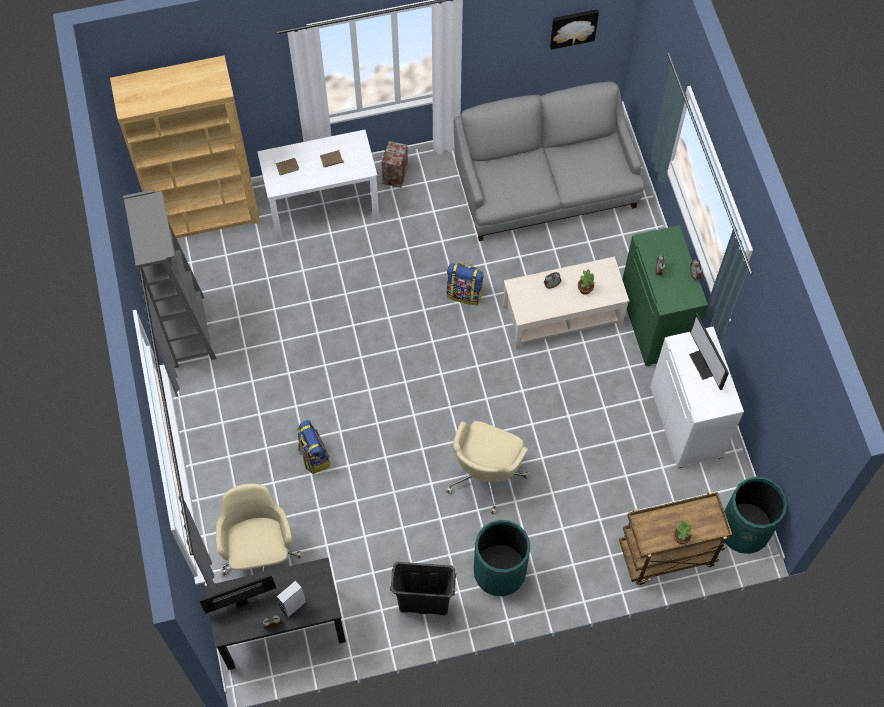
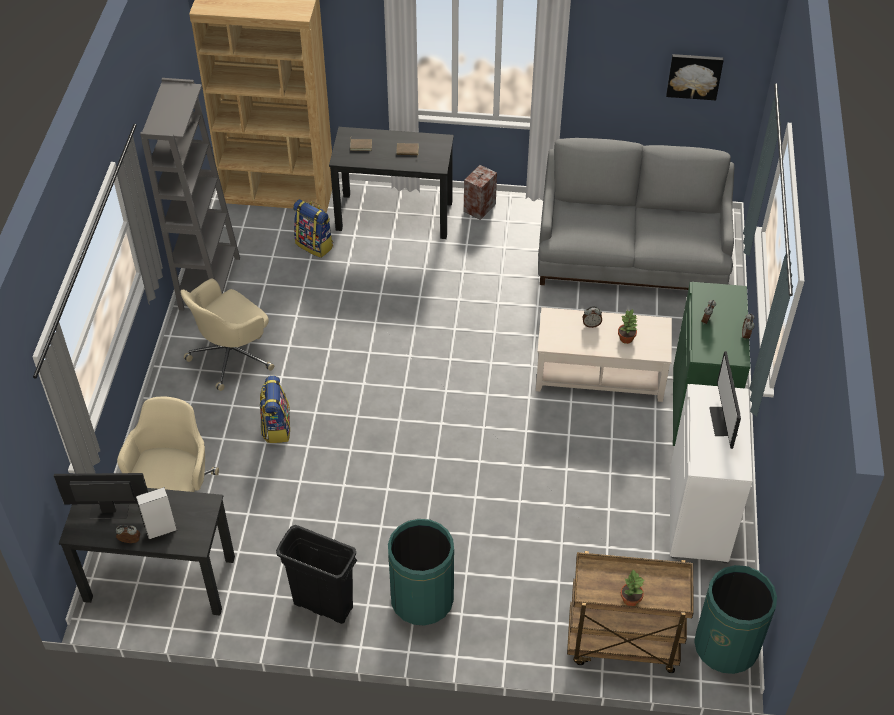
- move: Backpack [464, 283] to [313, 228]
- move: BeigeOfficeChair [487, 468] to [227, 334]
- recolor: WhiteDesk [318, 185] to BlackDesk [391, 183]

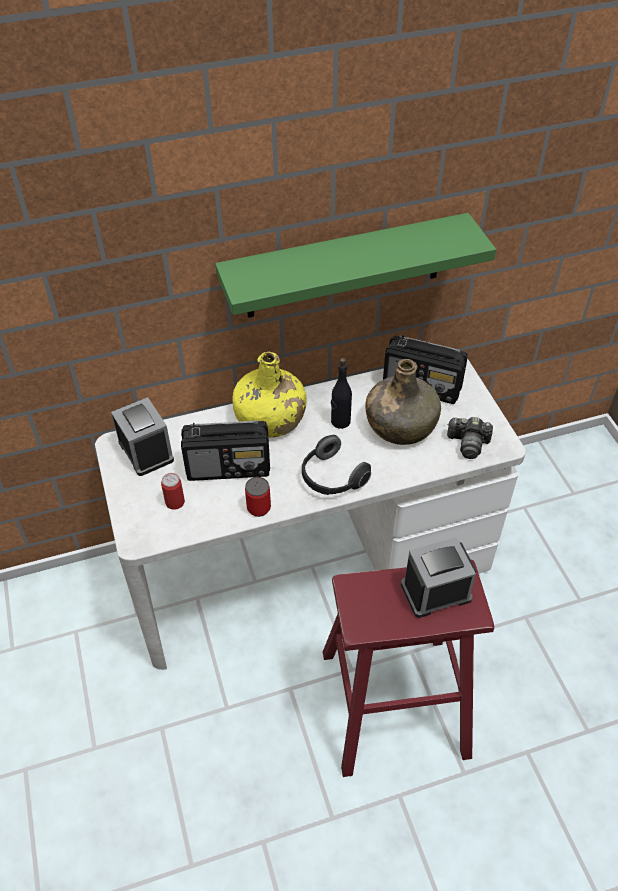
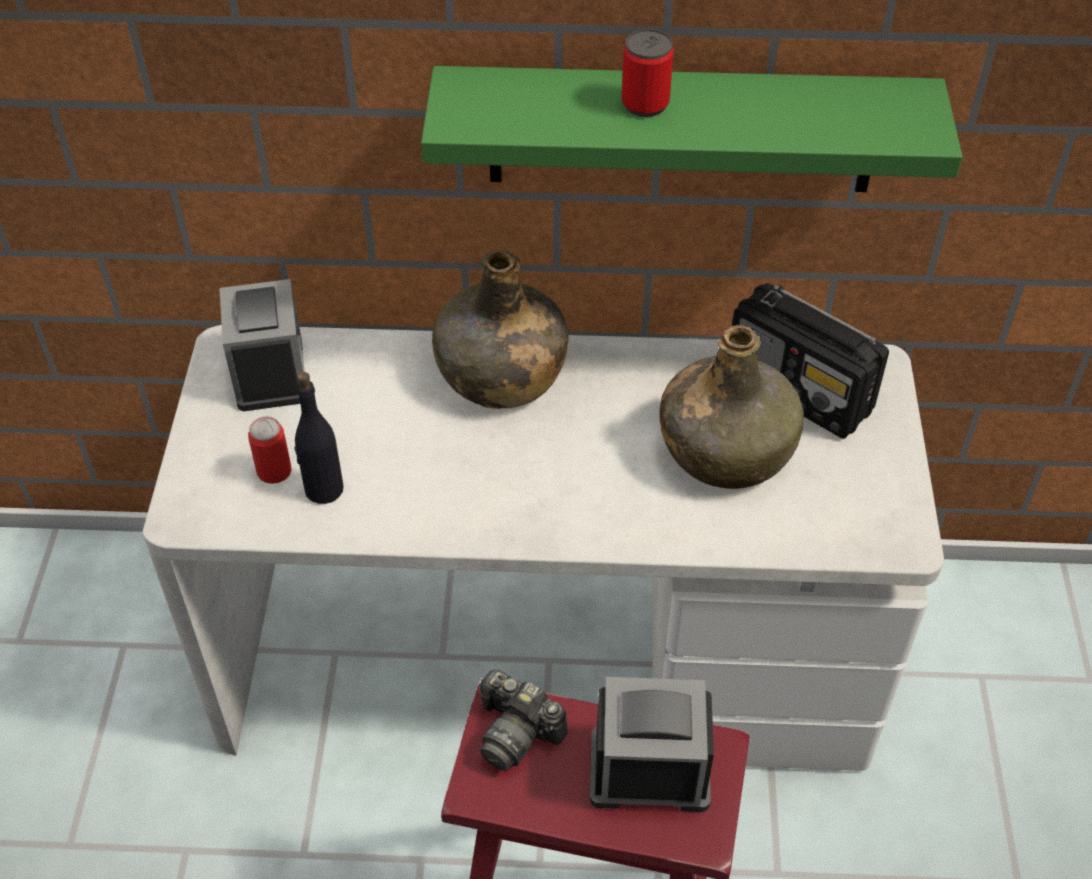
- delete: Radio [225, 450]
- delete: Headphones [336, 465]
- move: Can [258, 497] to [648, 73]
- move: BlackBottle [341, 393] to [319, 438]
- move: PhotoCamera [470, 438] to [523, 720]
- recolor: YellowBottle [269, 395] to GreenBottle [500, 329]

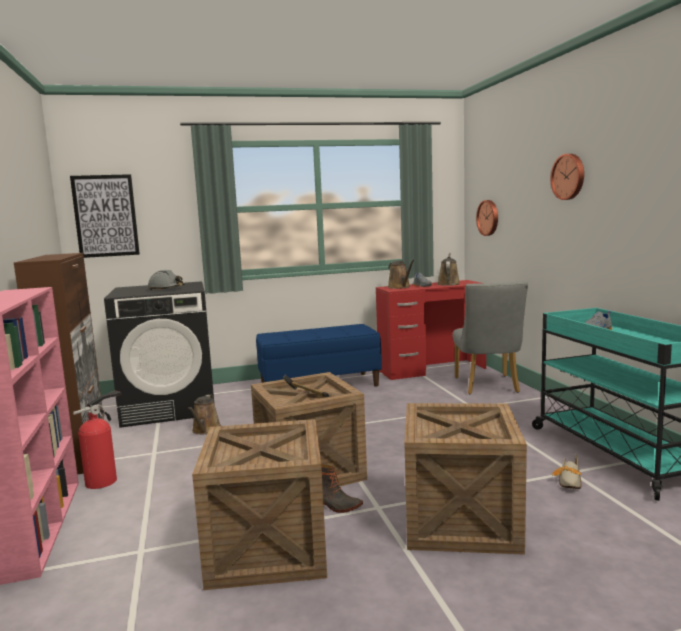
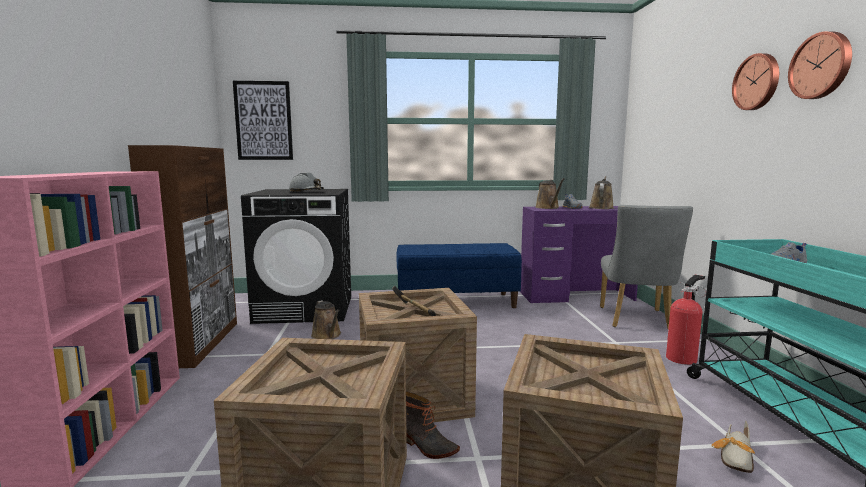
- move: FireExtinguisher [97, 440] to [686, 320]
- move: WallClock [487, 218] to [820, 65]
- recolor: RedDesk [431, 330] to PurpleDesk [579, 254]
- rotate: BrownWateringCan [204, 414] = [326, 319] 45 degrees counterclockwise

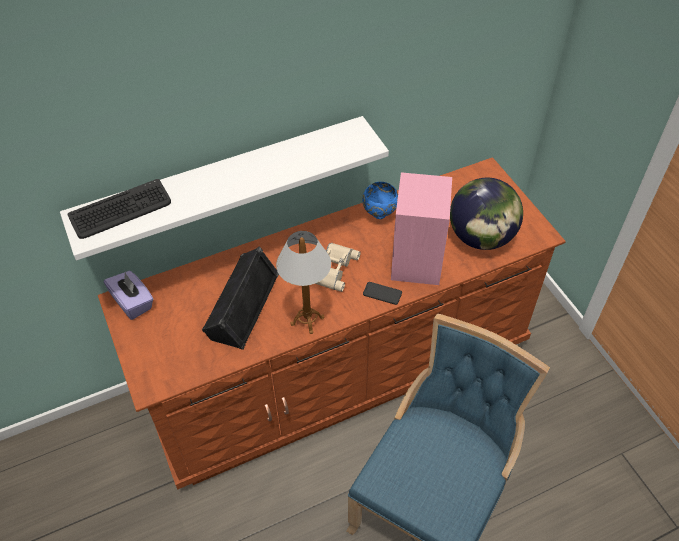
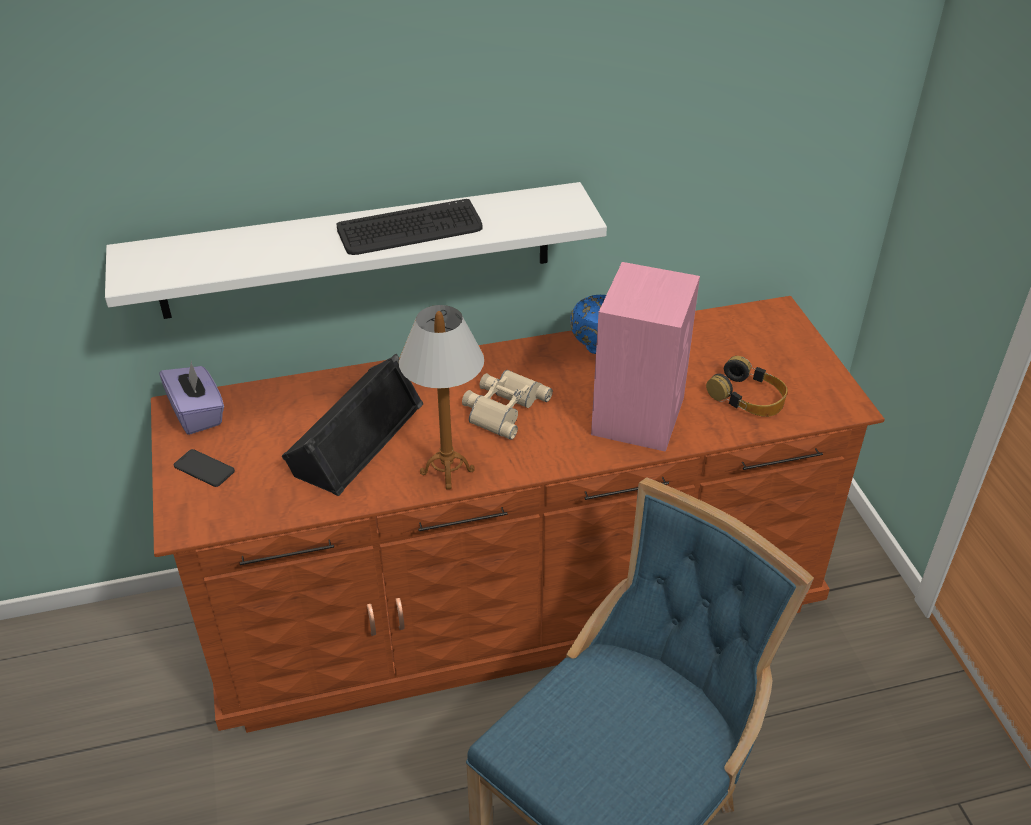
- move: Keyboard [119, 209] to [410, 227]
- move: Phone [382, 293] to [204, 468]
- replace: Globe [486, 214] to Headphones [747, 386]

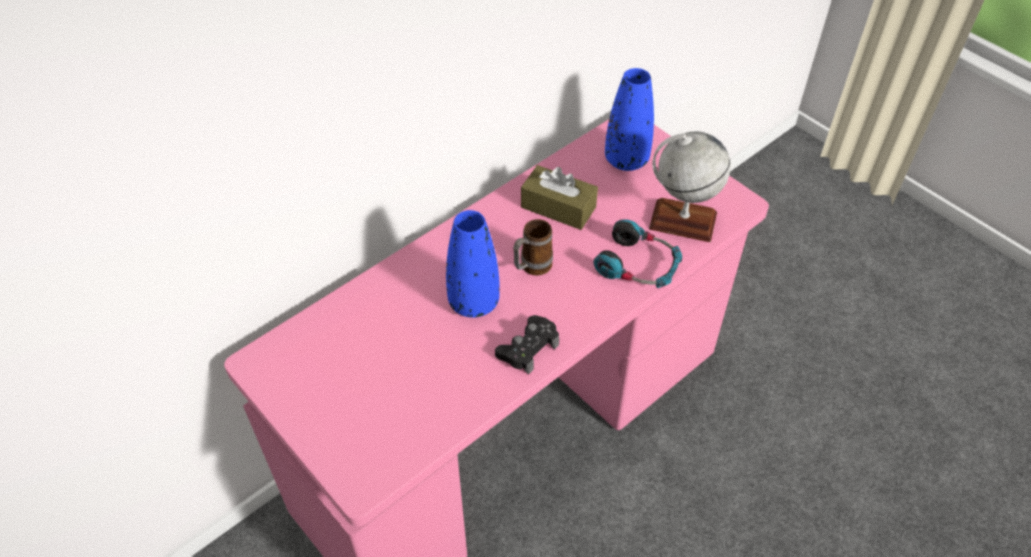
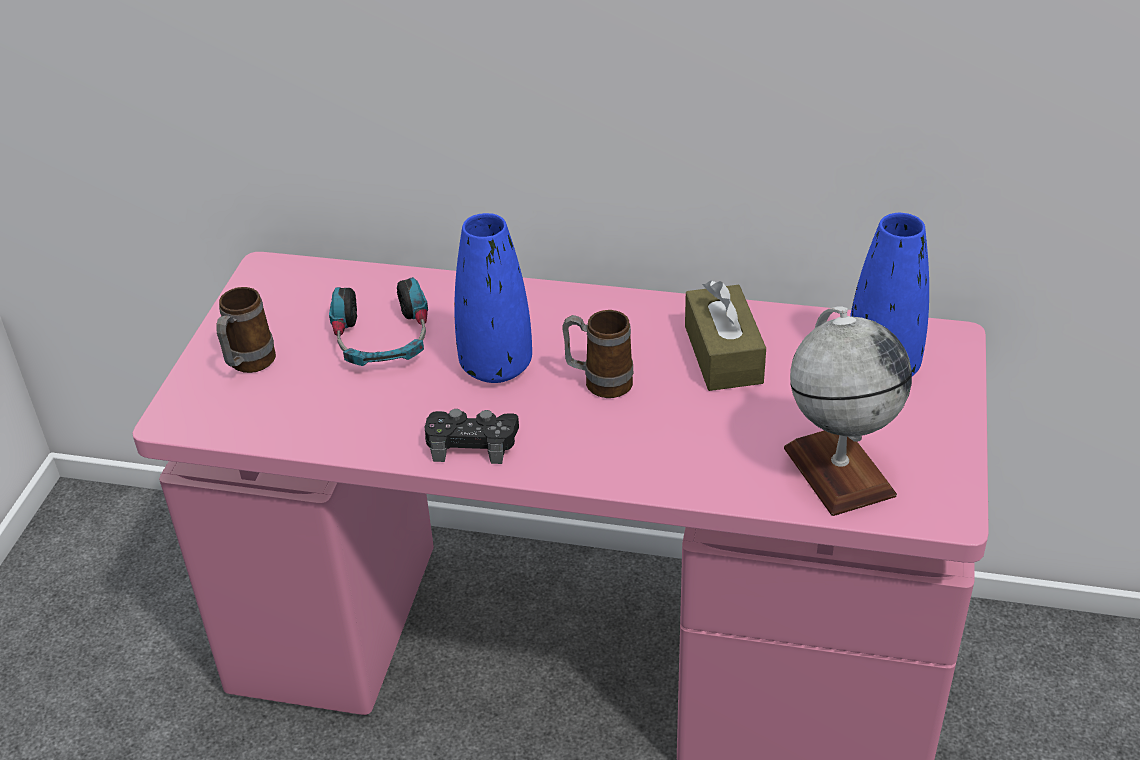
- insert: Mug [246, 330]
- move: Headphones [637, 253] to [378, 321]

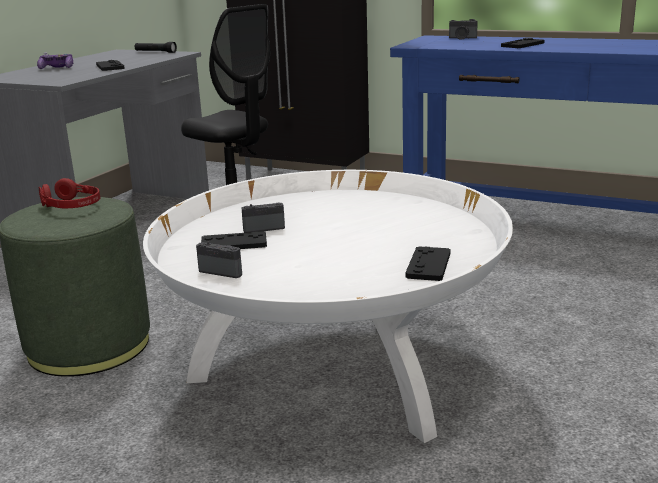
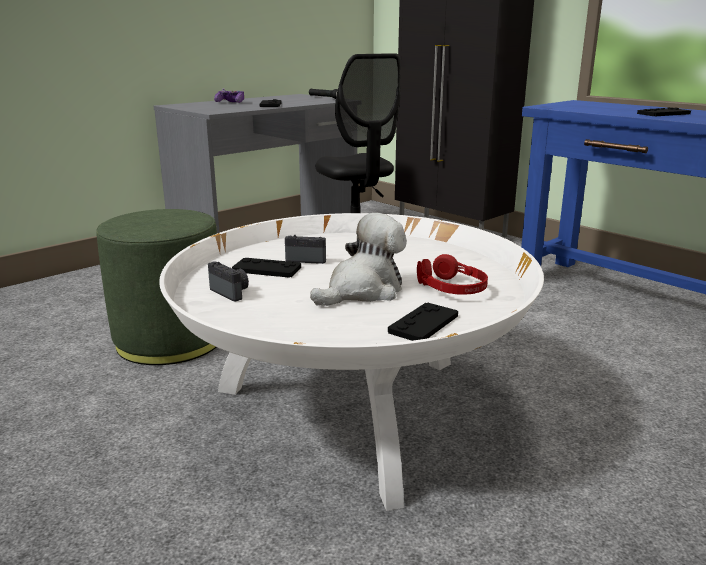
- delete: PhotoCamera [463, 29]
- insert: PlushToy [358, 259]
- move: RedHeadphones [69, 193] to [452, 274]

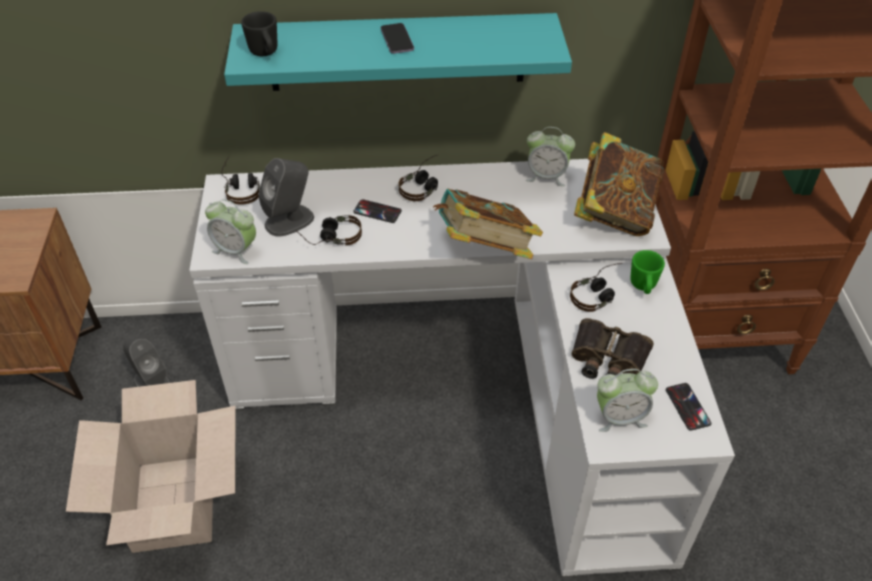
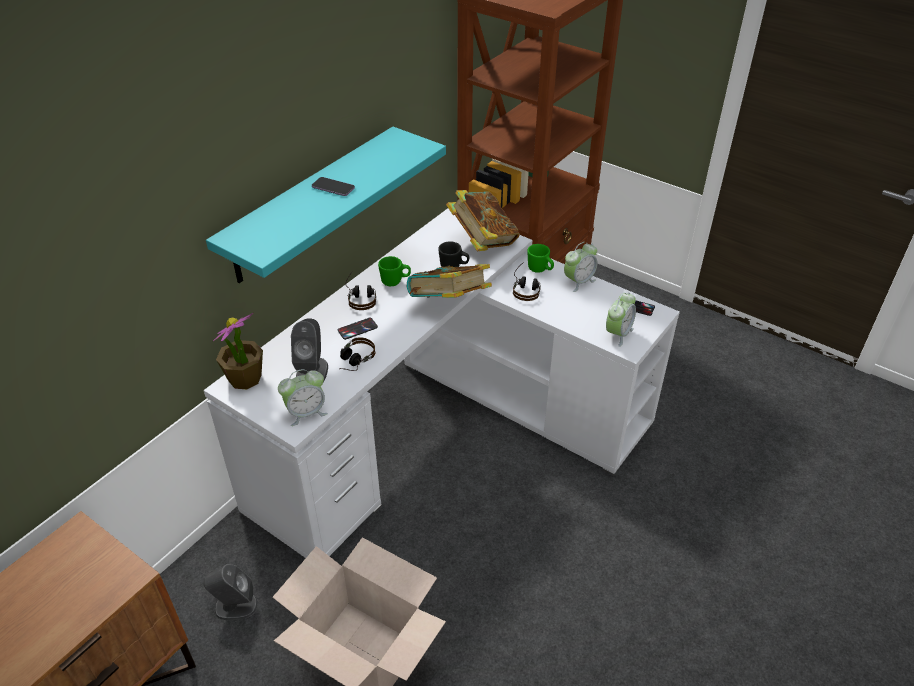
- delete: Binoculars [612, 348]
- insert: GreenMug [394, 271]
- move: BlackMug [259, 33] to [453, 254]
- move: AlarmClock [550, 156] to [581, 267]
- replace: Headphones [240, 180] to PottedPlant [238, 351]

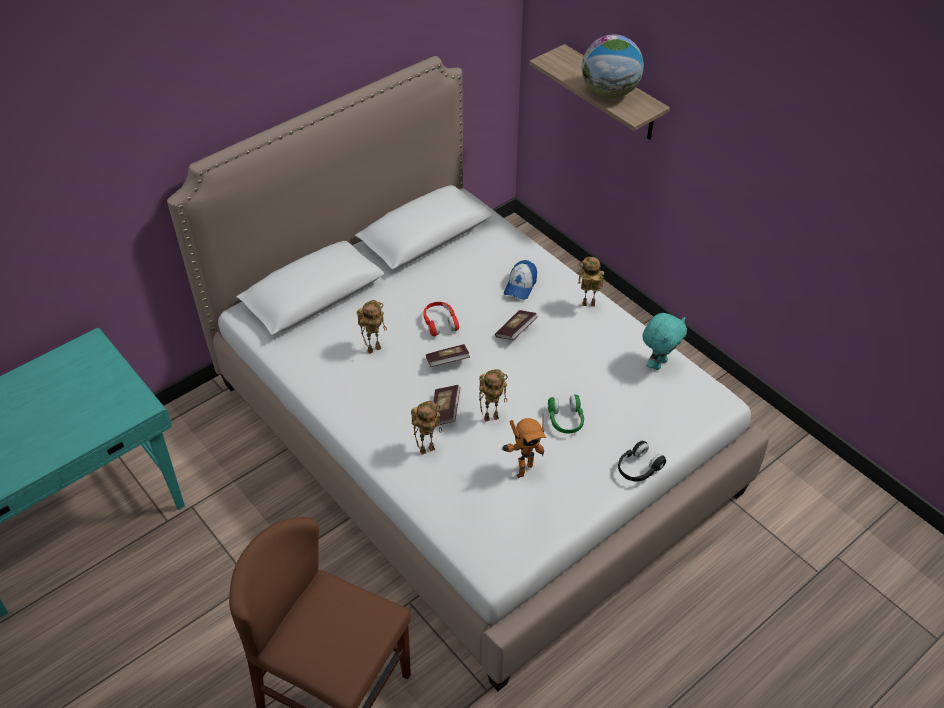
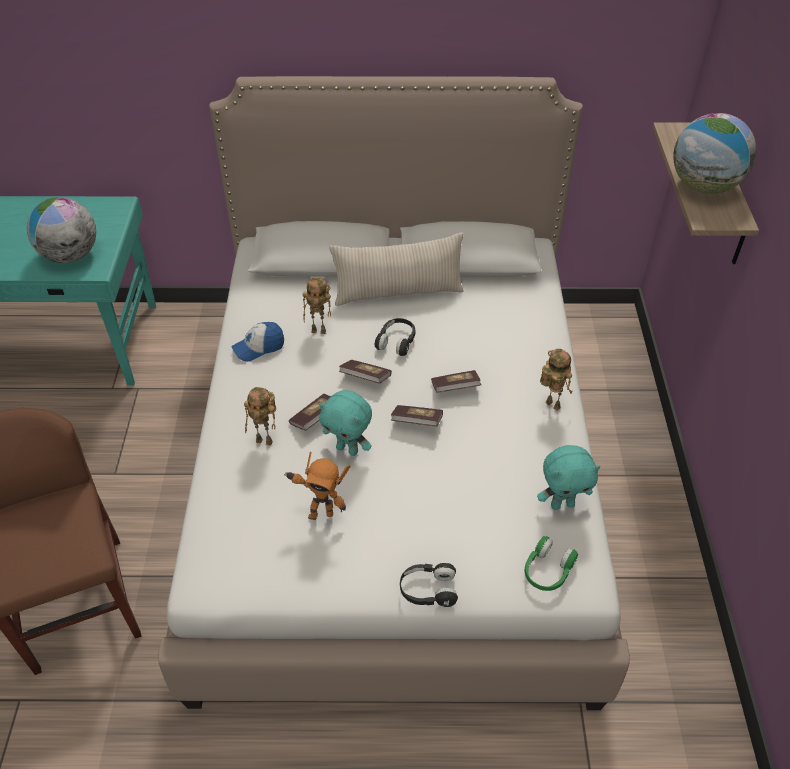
- insert: Globe [61, 230]
- insert: BeigePillow [397, 269]
- insert: Book [417, 415]
- move: Cap [520, 280] to [257, 342]
- move: GreenHeadphones [566, 414] to [551, 563]
- replace: ToyRobot [493, 395] to TurquoisePlushToy [345, 423]
- recolor: RedHeadphones [441, 319] to BlackHeadphones [395, 337]

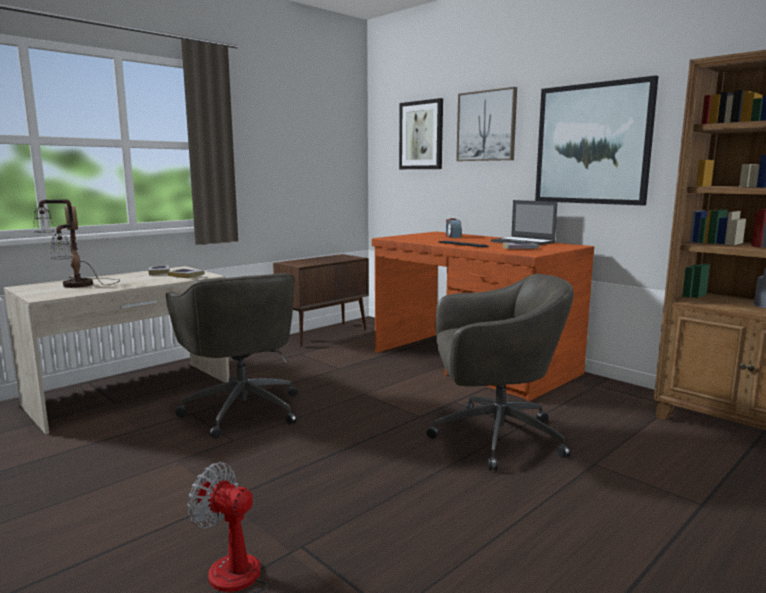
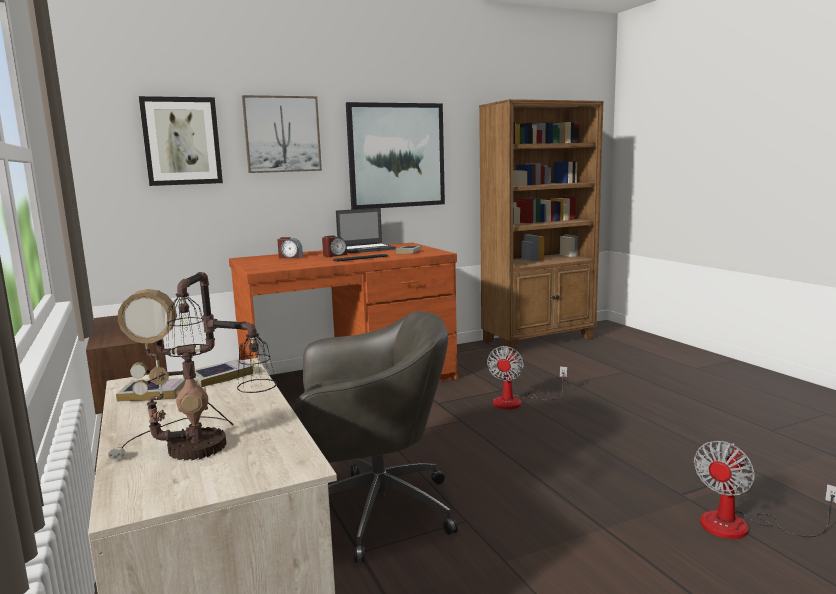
- insert: AlarmClock [334, 246]
- replace: GreyOfficeChair [500, 372] to Fan [527, 377]

